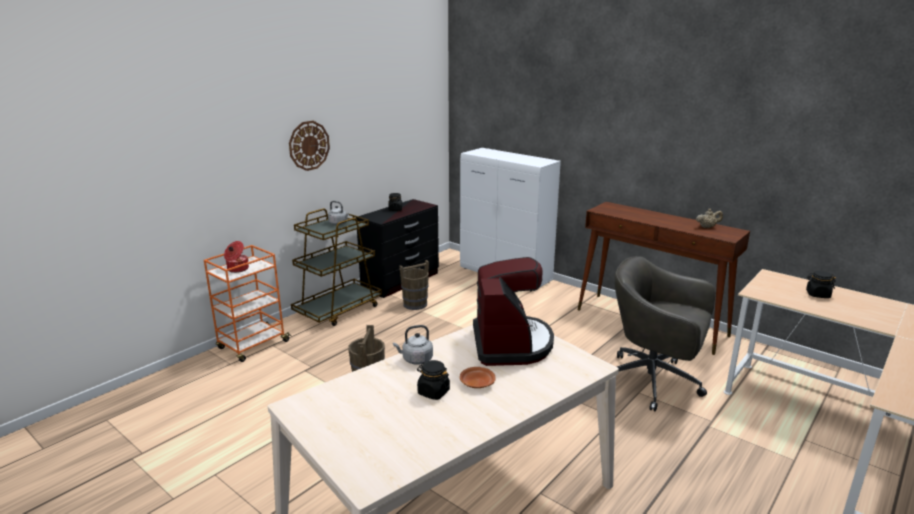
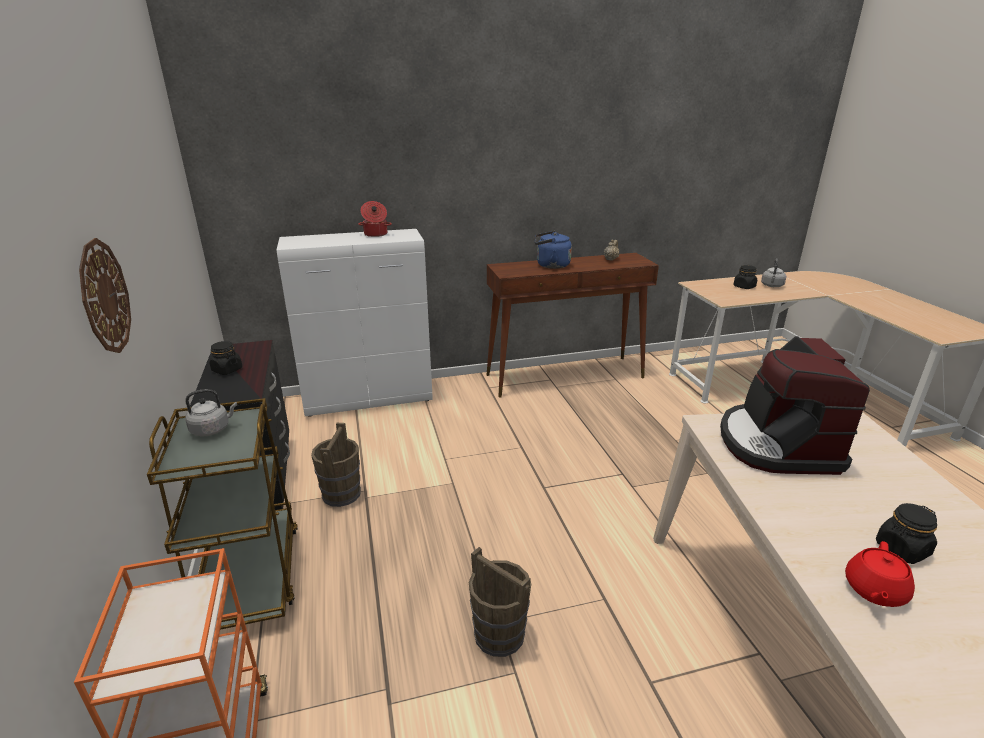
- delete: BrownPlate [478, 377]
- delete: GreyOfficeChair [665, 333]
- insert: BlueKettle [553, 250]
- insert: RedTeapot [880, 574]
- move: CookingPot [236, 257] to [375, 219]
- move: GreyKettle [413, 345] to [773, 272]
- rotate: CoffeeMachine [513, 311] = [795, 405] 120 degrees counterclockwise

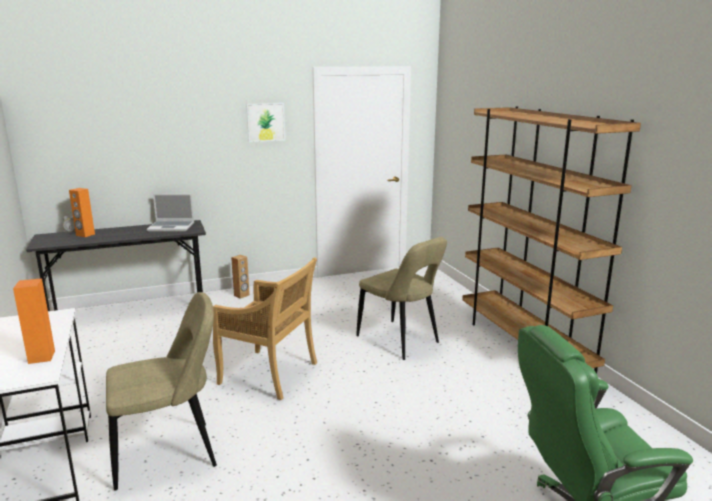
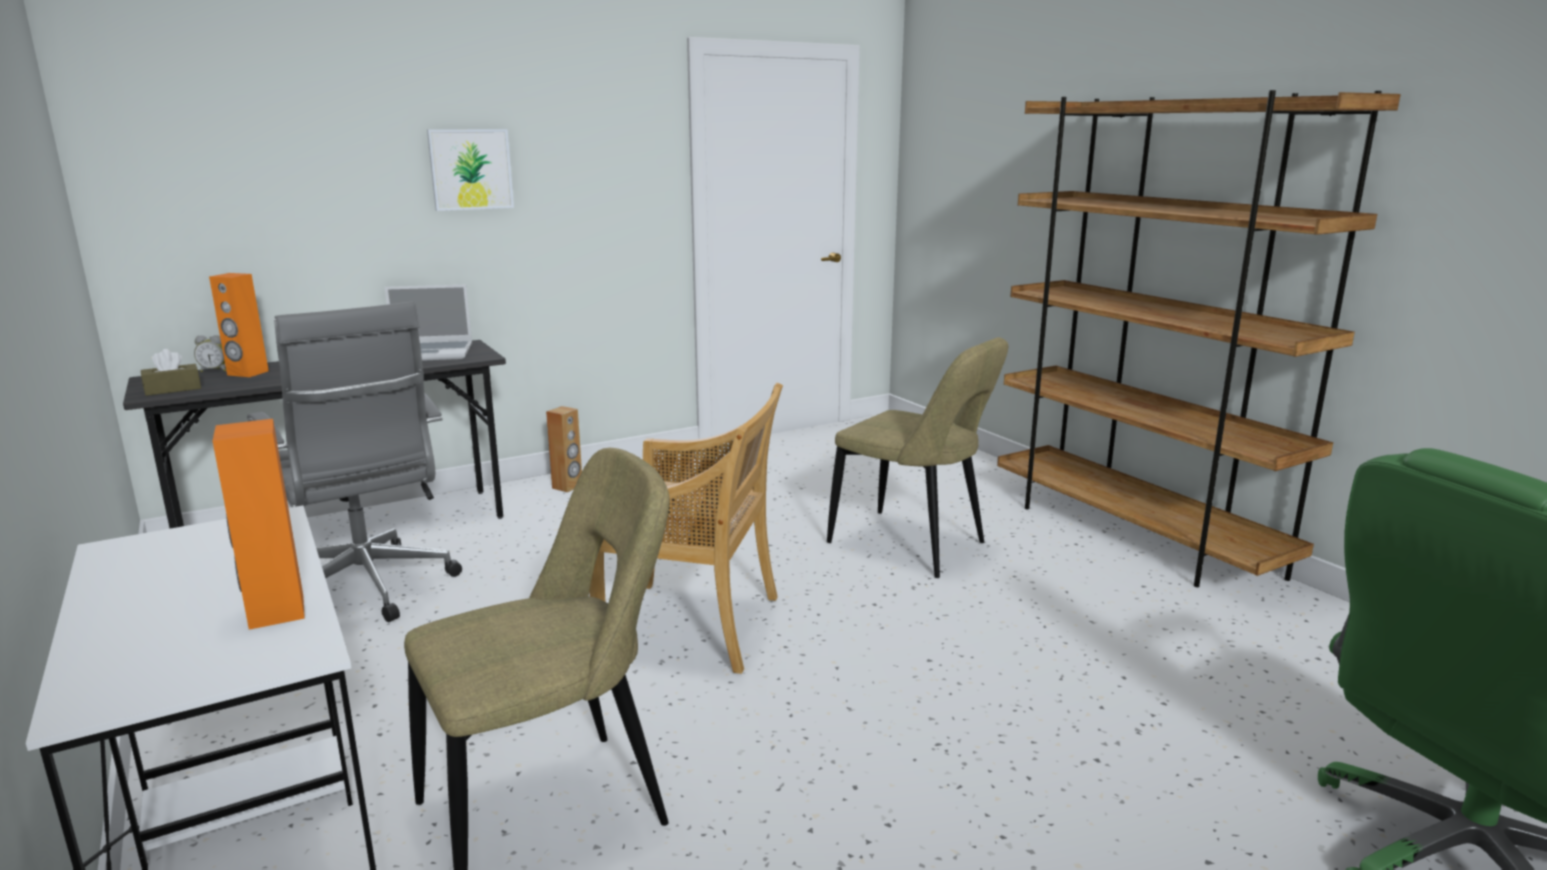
- insert: BrownTissueBox [171, 372]
- insert: GreyOfficeChair [354, 461]
- move: Picture [265, 122] to [470, 170]

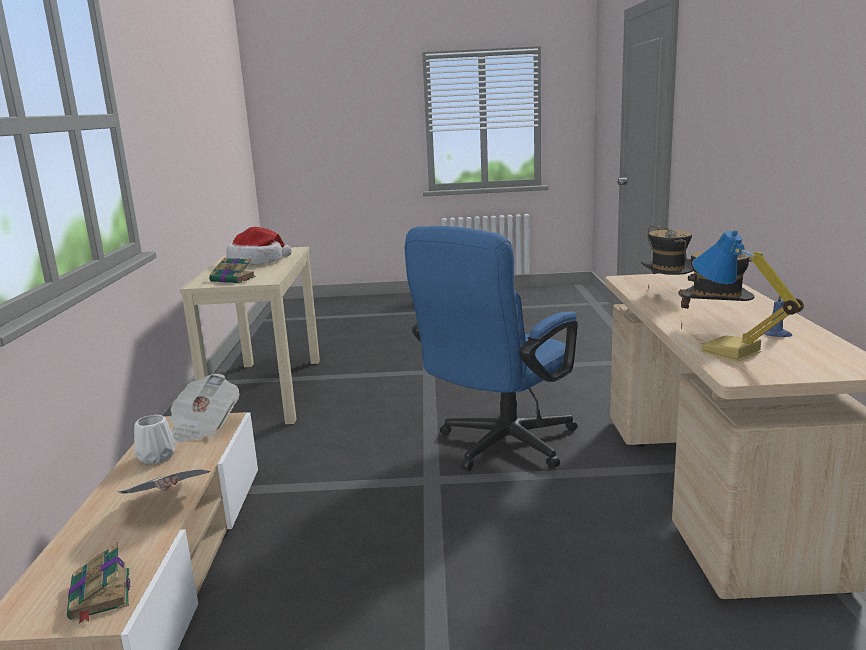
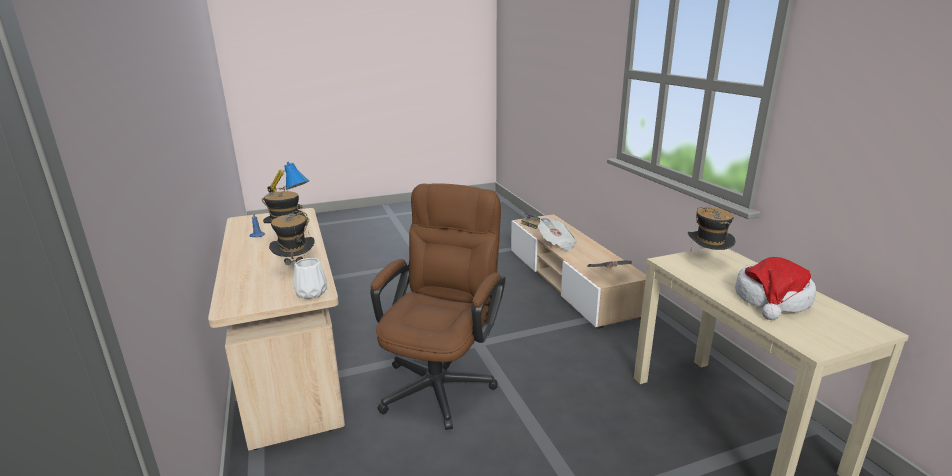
- move: WhiteVase [154, 439] to [310, 278]
- replace: Book [232, 270] to Hat [712, 228]
- recolor: BlueOfficeChair [491, 348] to BrownOfficeChair [438, 306]

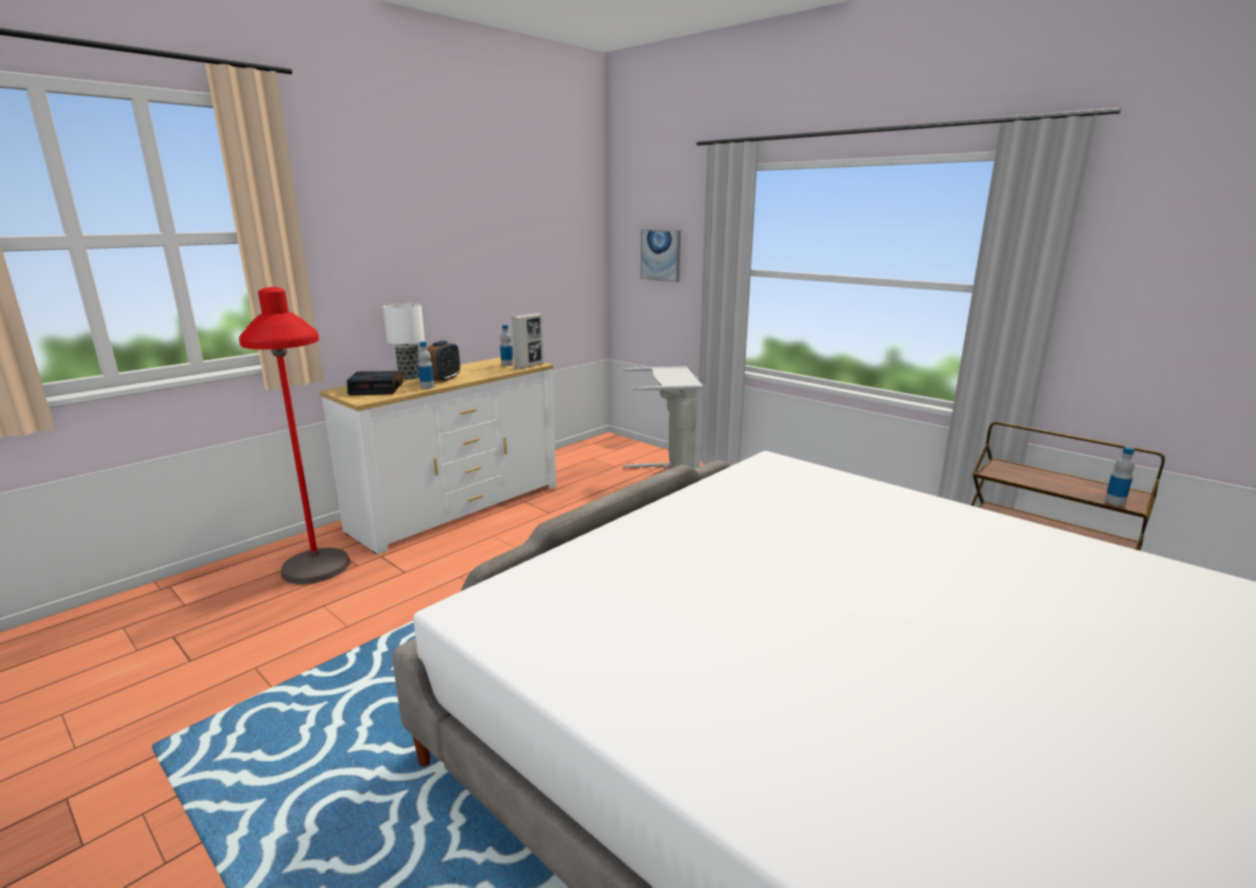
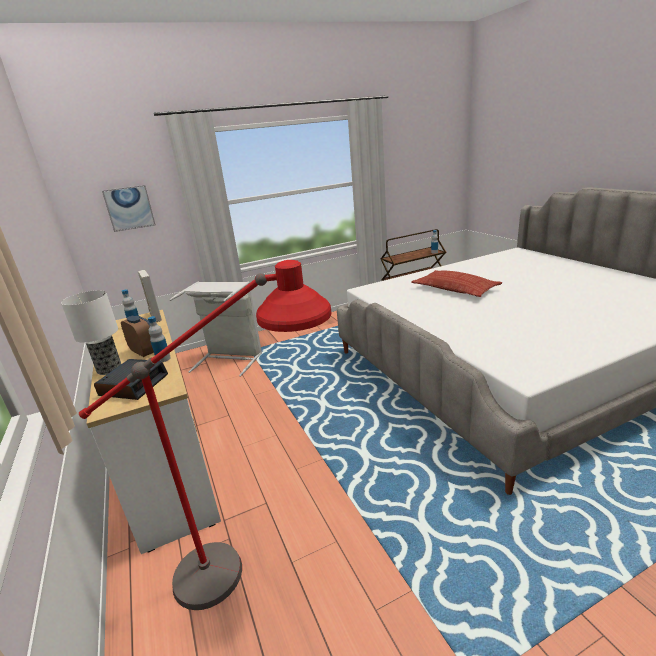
- insert: Pillow [456, 283]

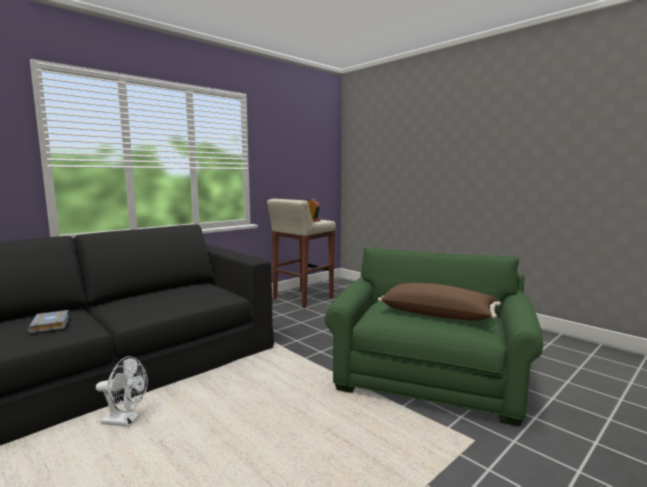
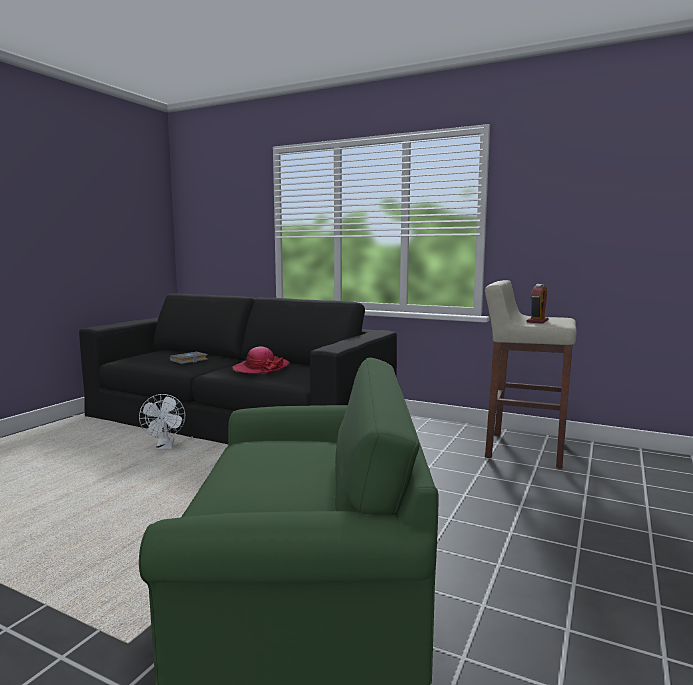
- delete: BrownPillow [439, 302]
- insert: Hat [261, 360]

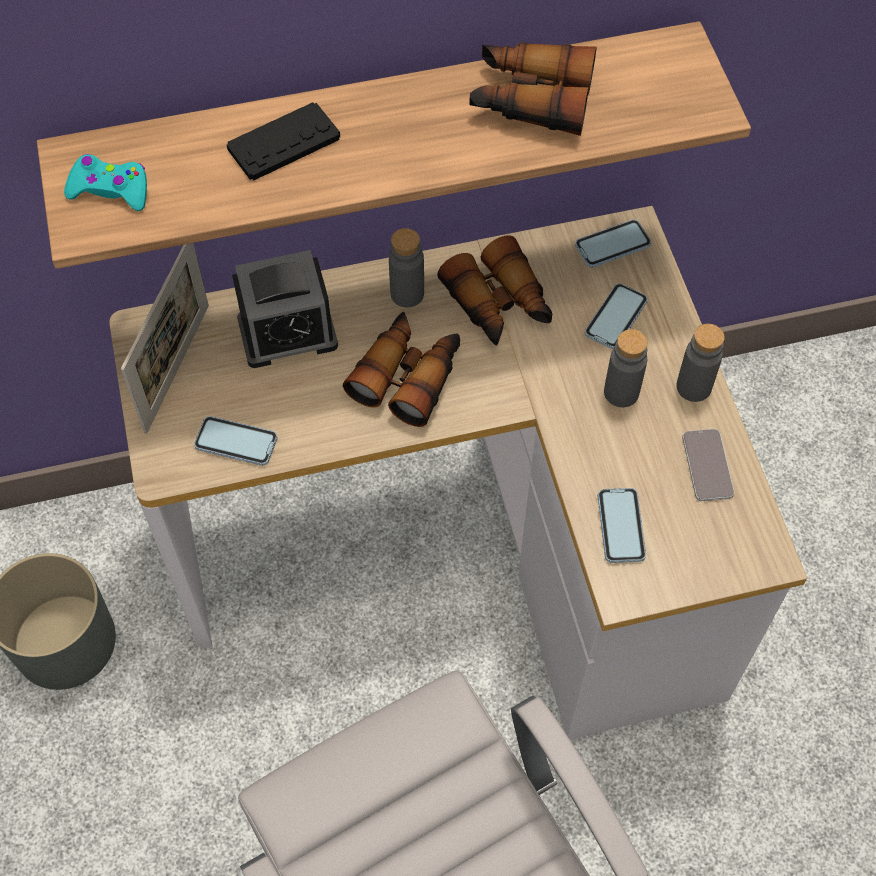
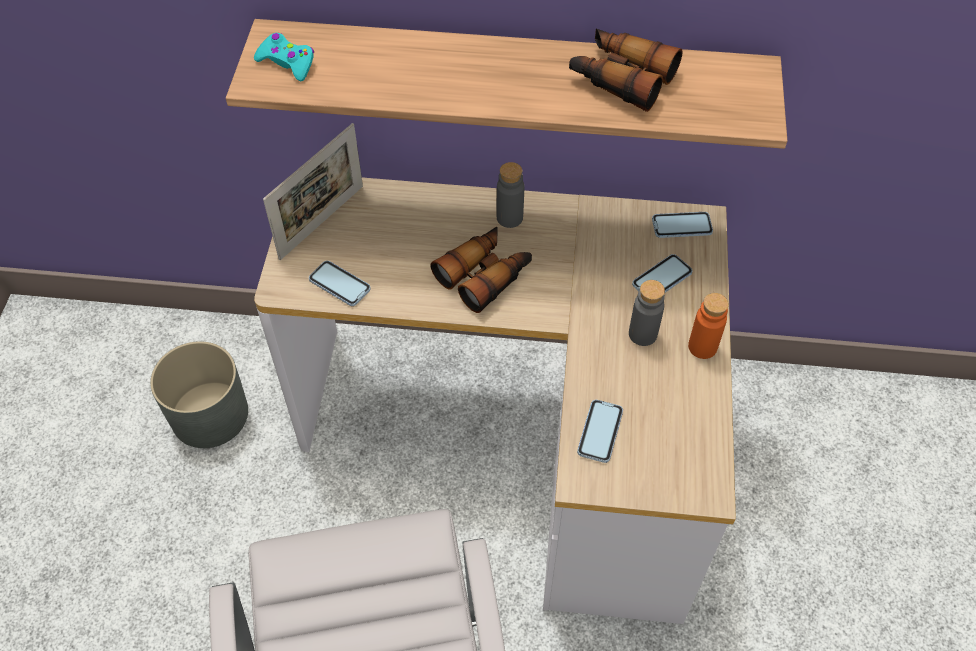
- delete: BlackGameController [283, 141]
- delete: AlarmClock [285, 309]
- delete: Binoculars [494, 290]
- delete: Phone [708, 465]
- recolor: GreyBottle [701, 363] to OrangeBottle [708, 326]

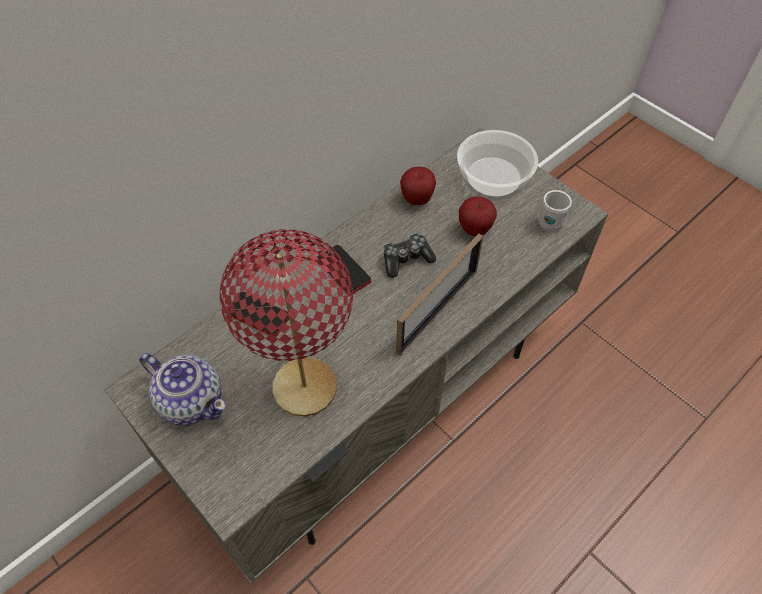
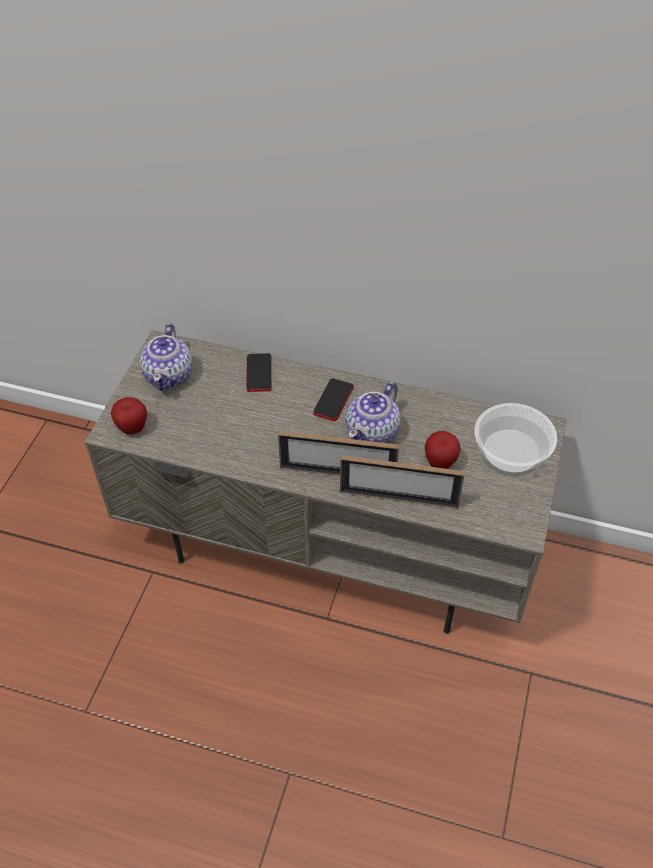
- delete: RedTableLamp [286, 322]
- delete: WhiteMug [555, 211]
- insert: PictureFrame [402, 482]
- move: Apple [418, 185] to [129, 416]
- replace: GameController [410, 255] to Teapot [373, 412]

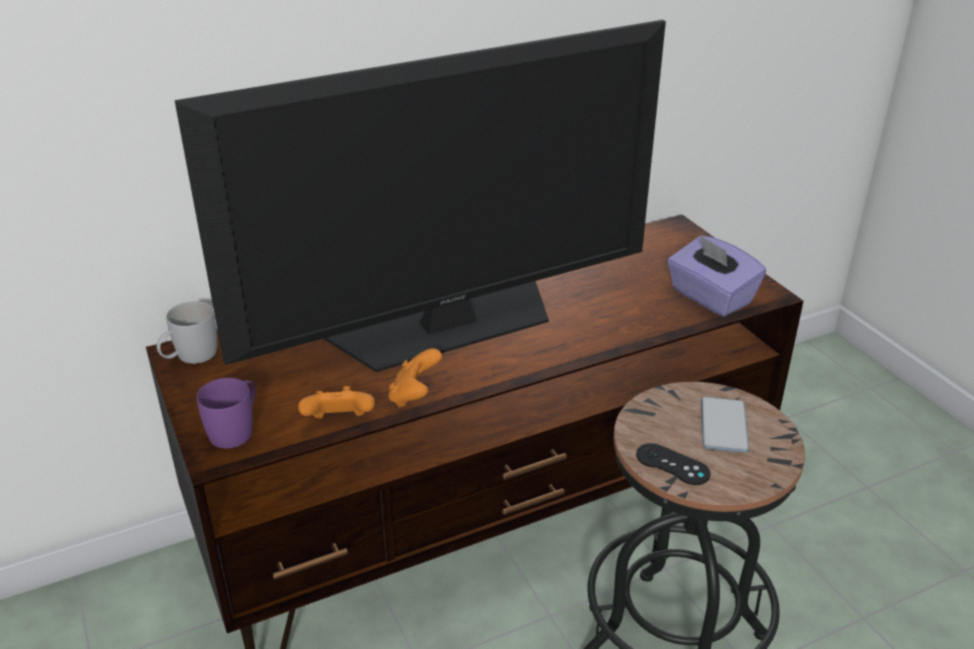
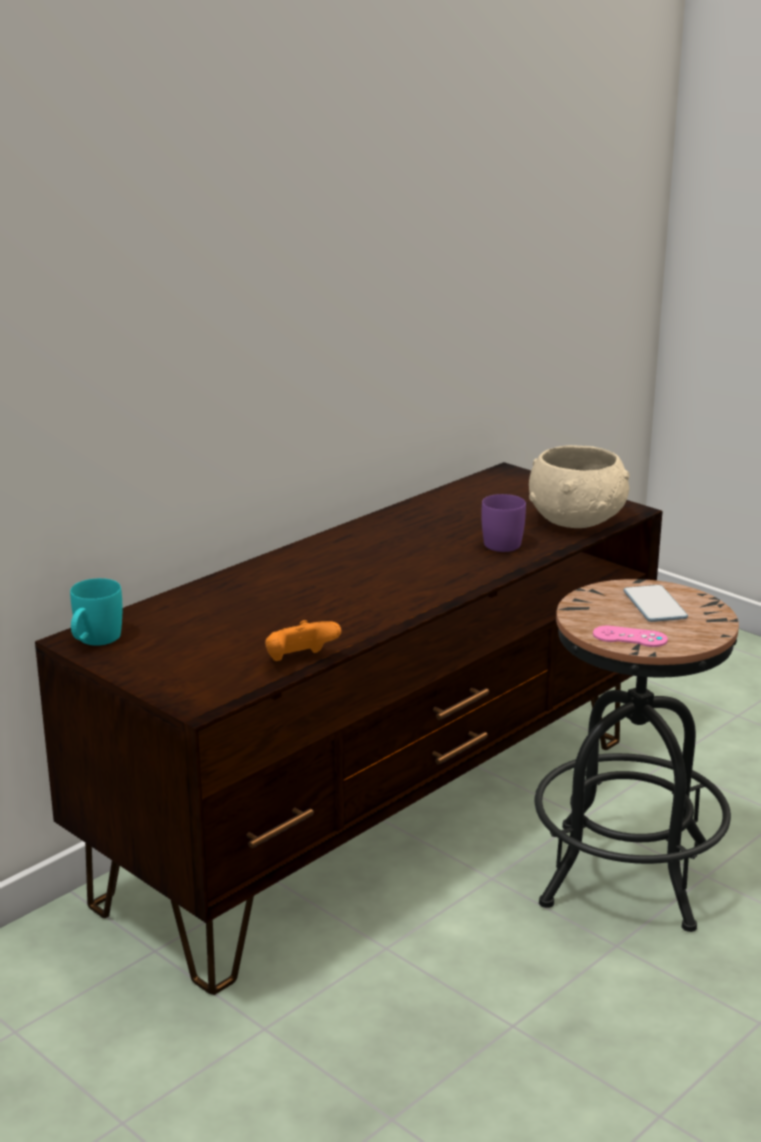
- delete: Television [420, 196]
- delete: OrangeGameController [415, 378]
- move: PurpleMug [226, 413] to [504, 523]
- replace: PurpleTissueBox [716, 276] to BeigeBowl [579, 486]
- recolor: WhiteMug [186, 332] to TurquoiseMug [96, 612]
- recolor: BlackGameController [673, 464] to PinkGameController [630, 636]

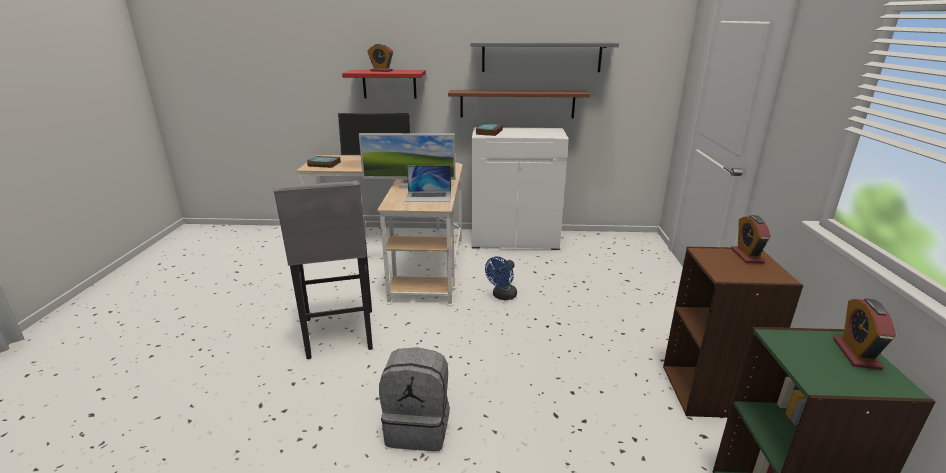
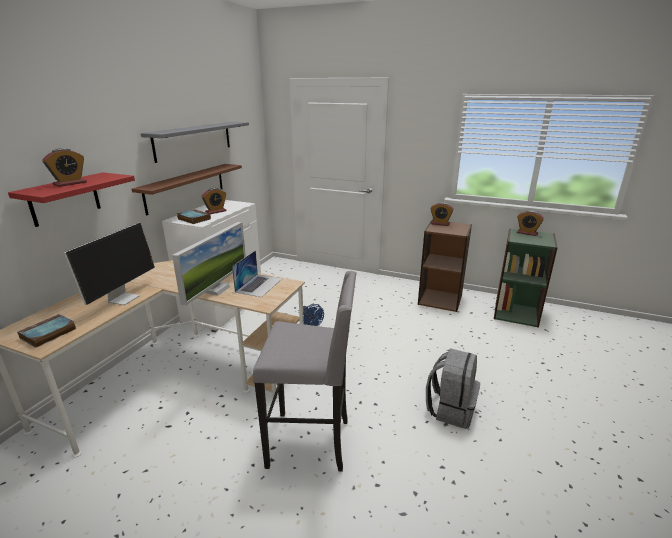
- insert: AlarmClock [214, 201]

